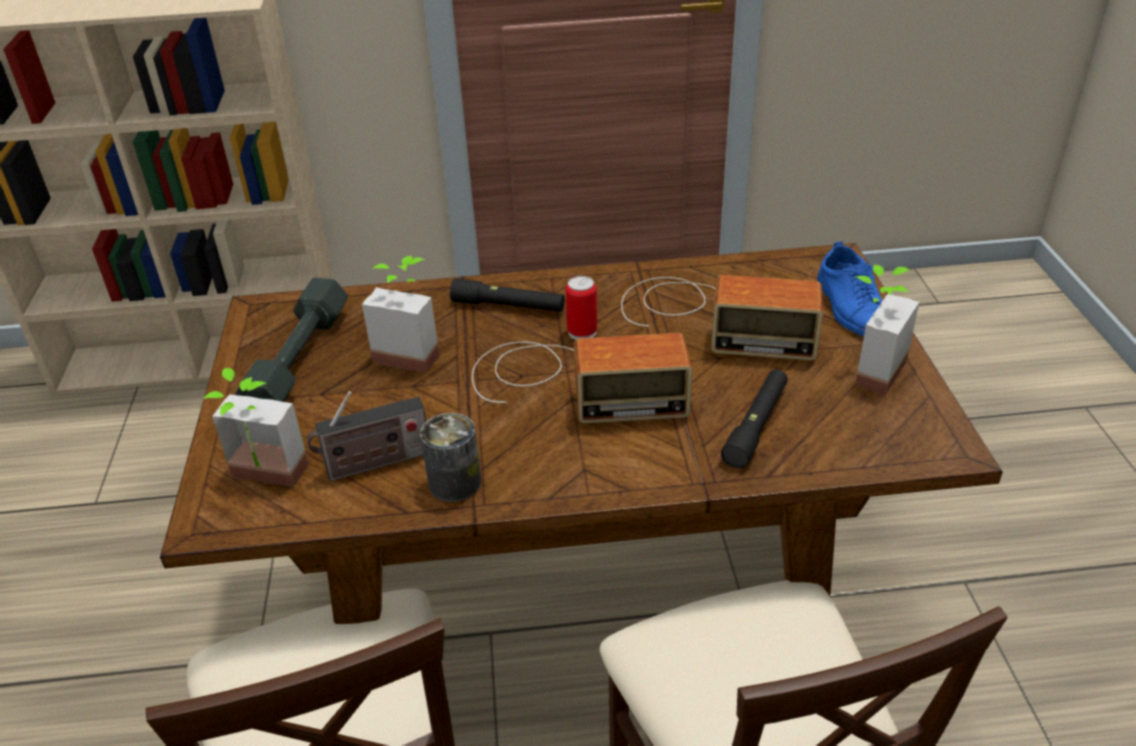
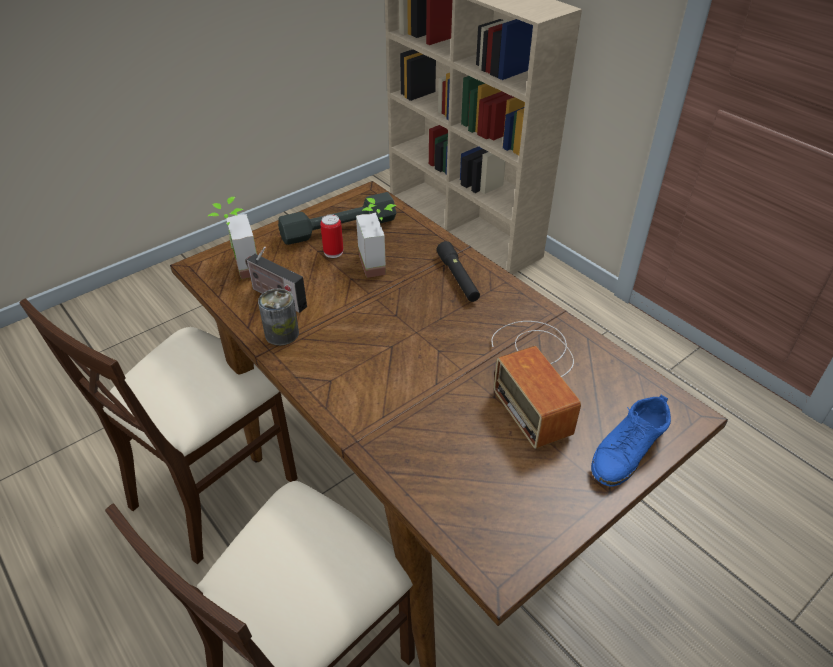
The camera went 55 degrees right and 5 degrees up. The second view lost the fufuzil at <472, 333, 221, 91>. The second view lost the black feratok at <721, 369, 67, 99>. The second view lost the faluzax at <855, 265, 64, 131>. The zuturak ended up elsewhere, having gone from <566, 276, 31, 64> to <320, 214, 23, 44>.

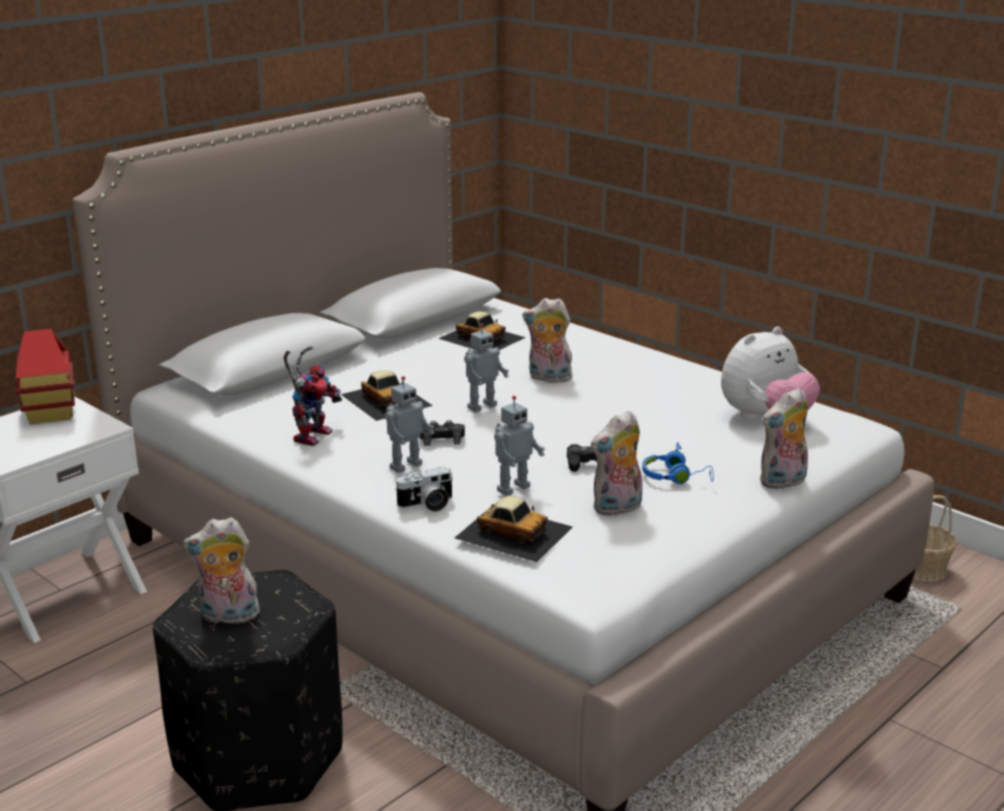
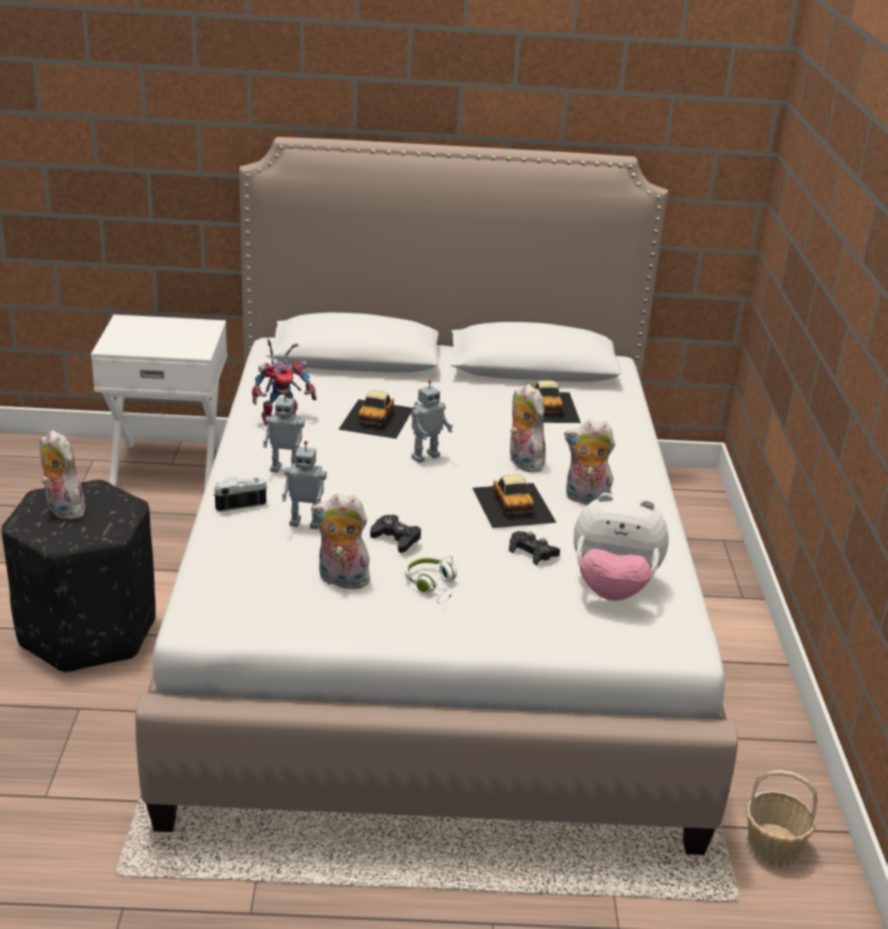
The camera went 45 degrees right and 5 degrees up. The second view lost the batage at <16, 329, 59, 95>. The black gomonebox ended up elsewhere, having gone from <420, 420, 45, 26> to <509, 531, 51, 34>. The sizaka ended up elsewhere, having gone from <455, 496, 118, 66> to <472, 474, 85, 54>. The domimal ended up elsewhere, having gone from <760, 388, 48, 101> to <564, 420, 51, 85>. What was the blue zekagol at <642, 442, 72, 42> turned into the white zekagol at <405, 555, 52, 49>. The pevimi at <395, 466, 58, 46> ended up facing another way, 135 degrees clockwise from before. The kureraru at <464, 323, 45, 89> ended up facing another way, 45 degrees counterclockwise from before.

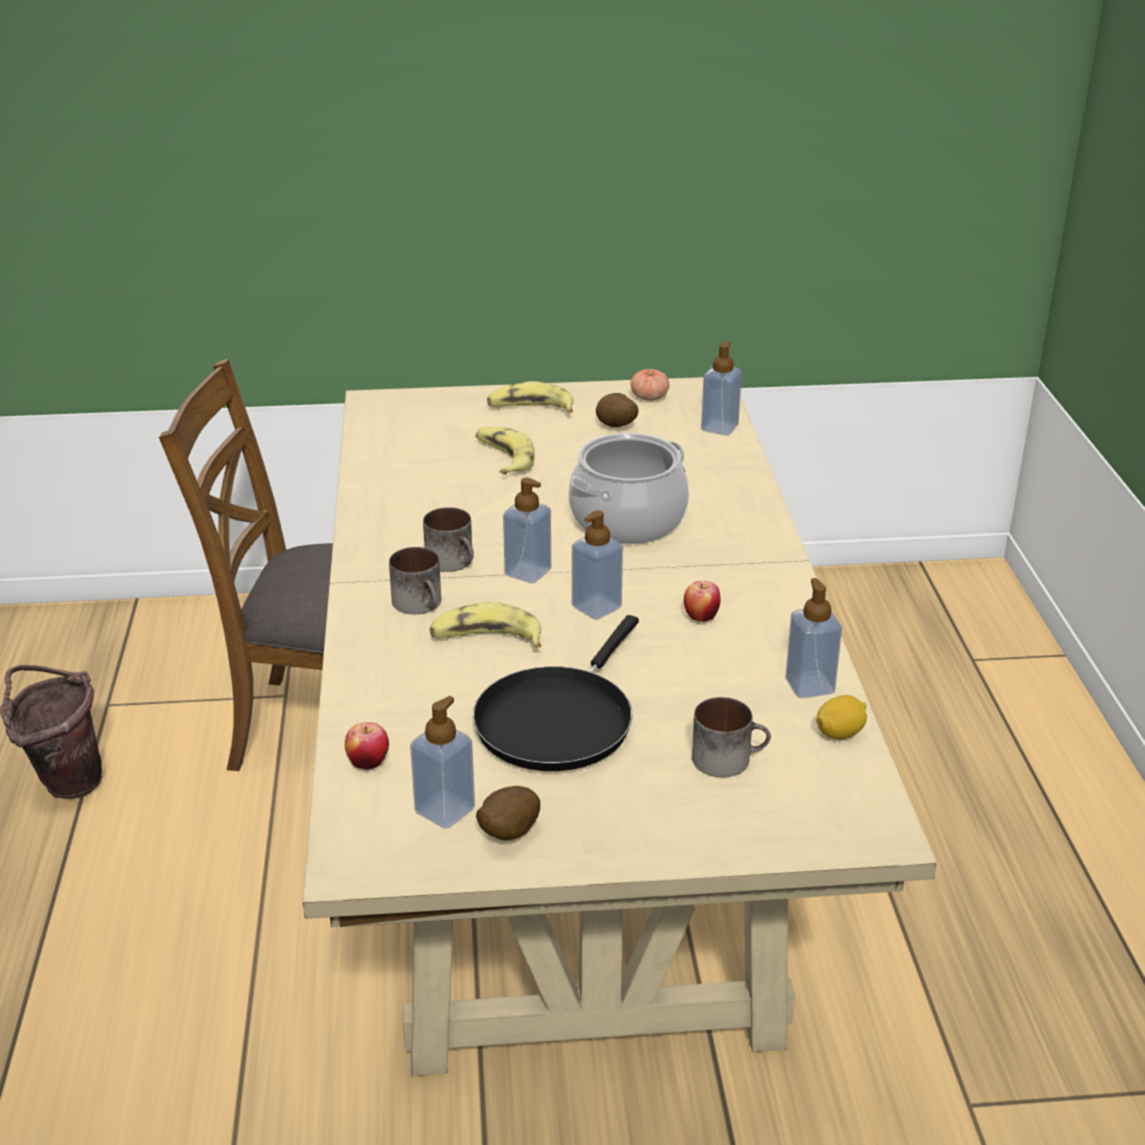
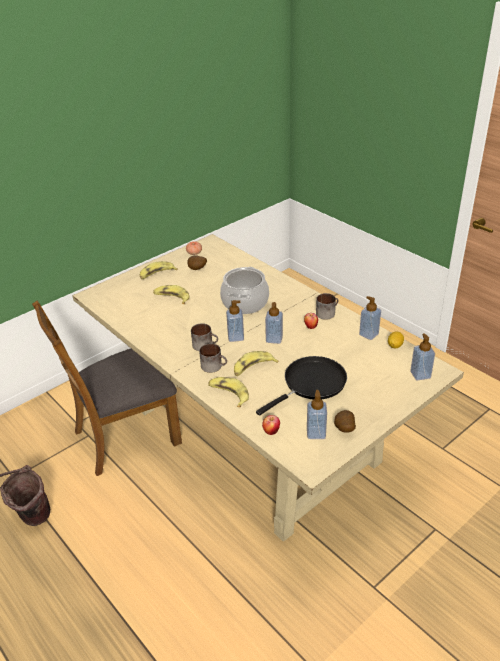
The camera went 35 degrees left and 5 degrees up. The second view gained the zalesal at <208, 377, 41, 30>. The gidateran ended up elsewhere, having gone from <692, 697, 79, 80> to <316, 293, 22, 27>. The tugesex ended up elsewhere, having gone from <701, 341, 41, 94> to <410, 333, 25, 47>. The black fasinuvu at <472, 615, 167, 156> ended up facing another way, 120 degrees counterclockwise from before.

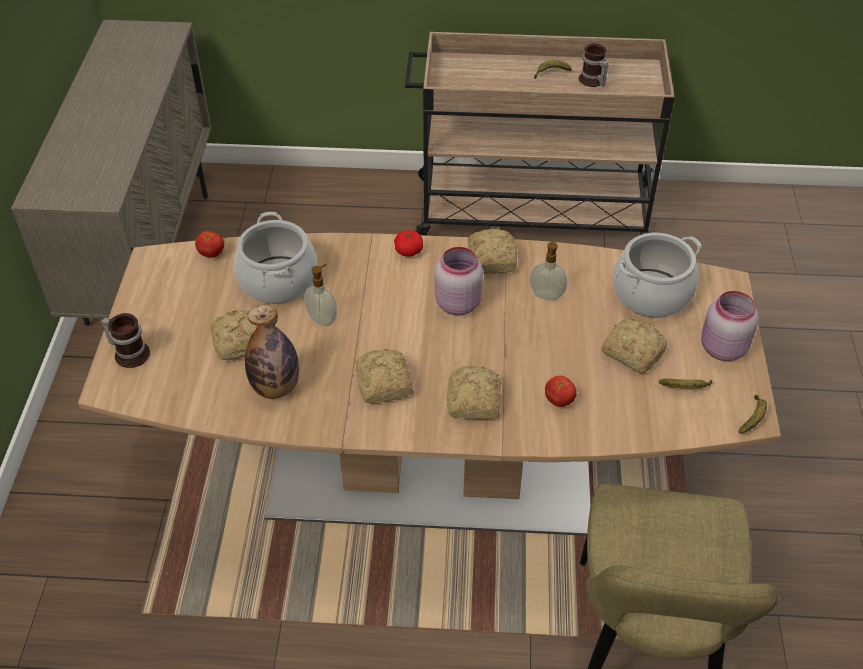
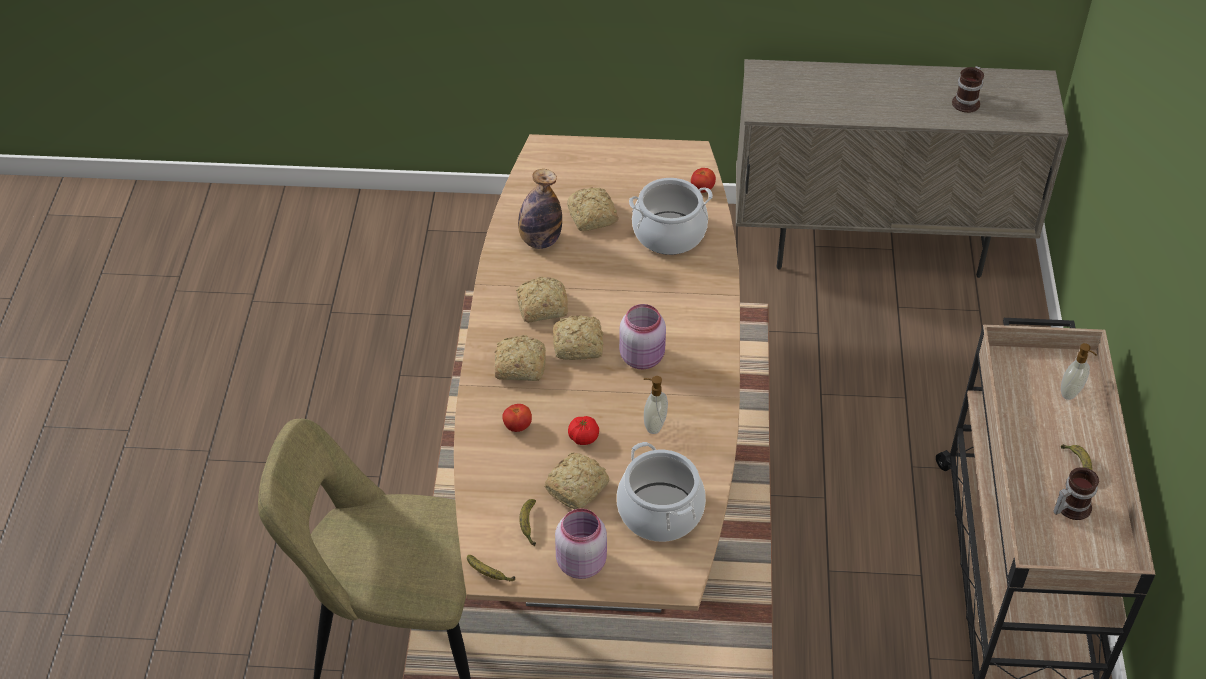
The camera went 90 degrees right and 0 degrees up. The gidateran ended up elsewhere, having gone from <101, 313, 49, 55> to <952, 66, 32, 47>. The tugesex ended up elsewhere, having gone from <304, 264, 33, 62> to <1061, 343, 36, 57>. The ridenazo ended up elsewhere, having gone from <394, 230, 29, 27> to <568, 416, 31, 29>. The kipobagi ended up elsewhere, having gone from <468, 228, 50, 46> to <553, 315, 51, 45>.

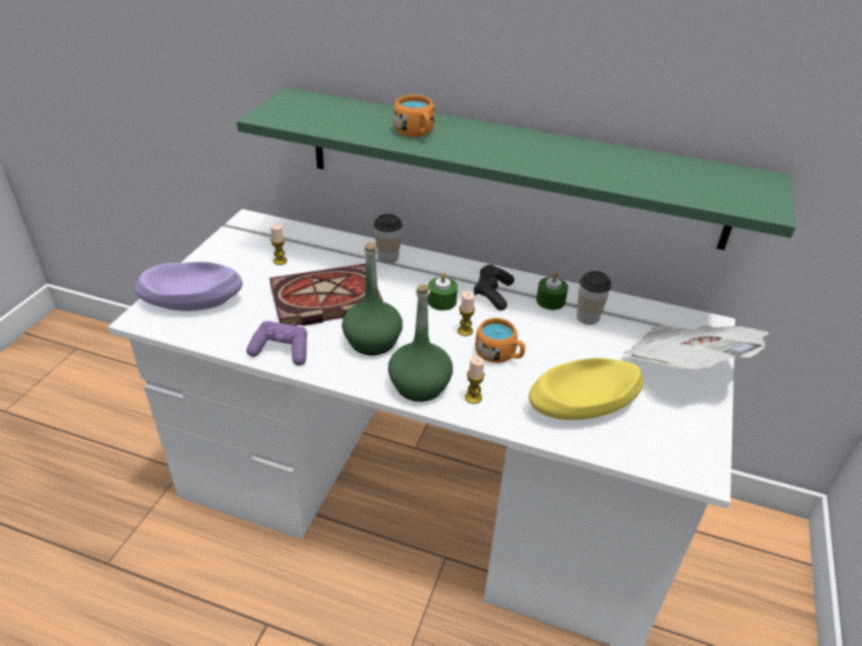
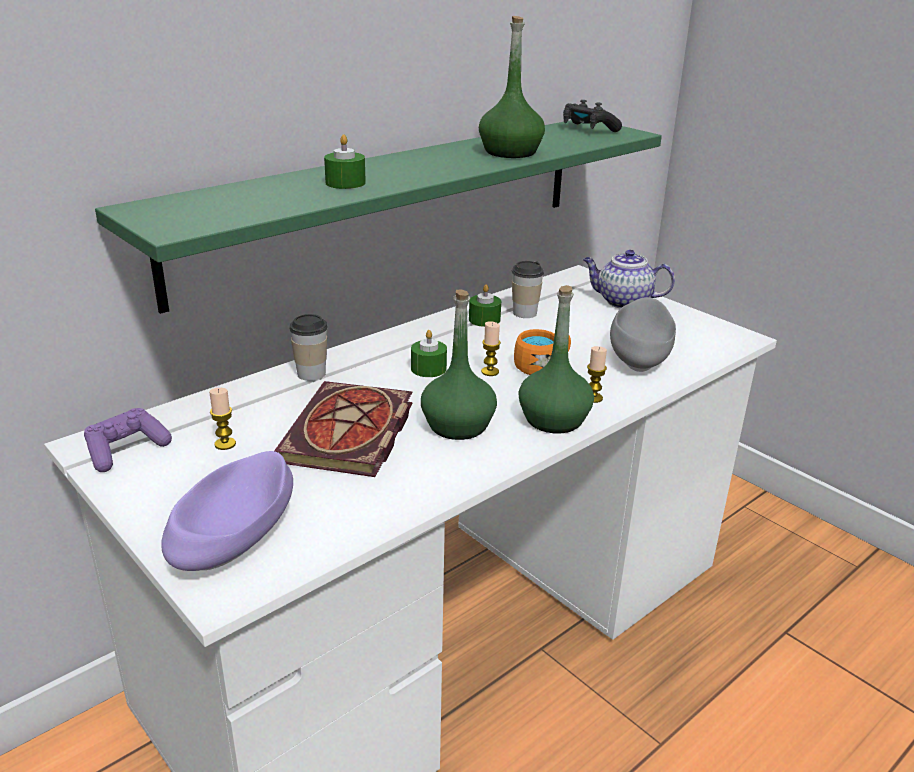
The camera went 60 degrees left and 10 degrees down. The second view gained the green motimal at <479, 16, 66, 142>. The purple gomonebox ended up elsewhere, having gone from <246, 321, 61, 45> to <84, 408, 88, 64>. The black gomonebox ended up elsewhere, having gone from <474, 265, 40, 46> to <563, 100, 59, 32>. Where the orange gidateran stood at <393, 95, 42, 42>, the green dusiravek came to stand at <324, 134, 42, 55>. Where the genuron stood at <624, 325, 145, 44>, the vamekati came to stand at <583, 250, 92, 59>. What was the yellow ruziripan at <529, 358, 114, 62> turned into the grey ruziripan at <610, 297, 66, 75>.

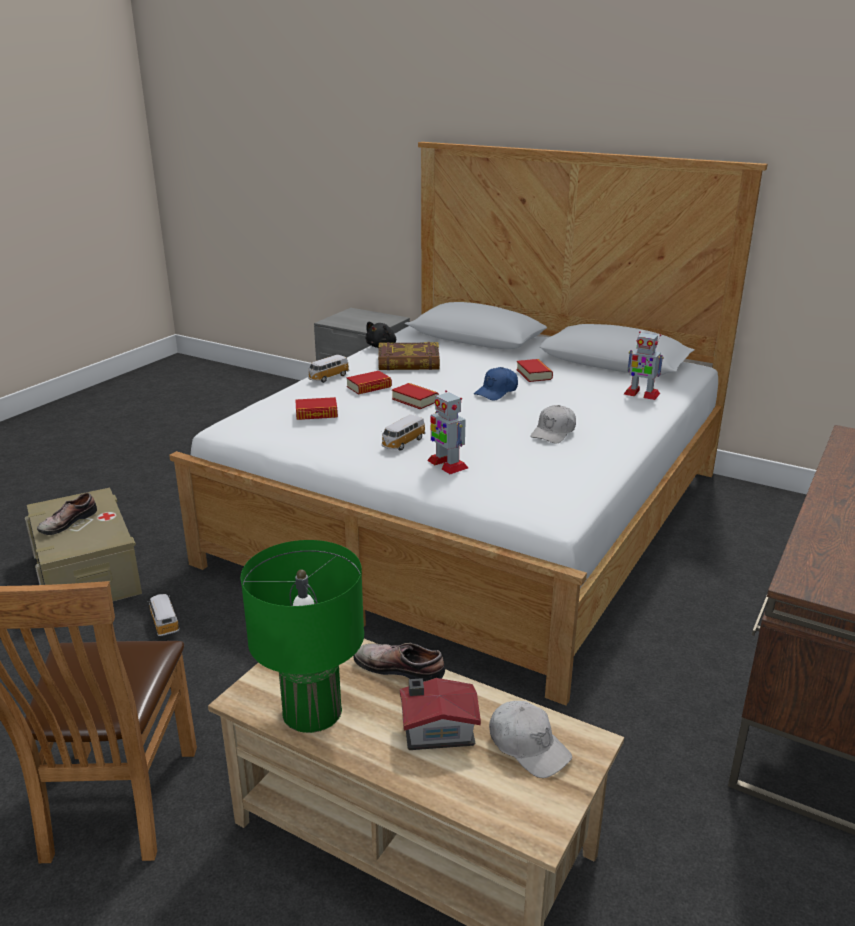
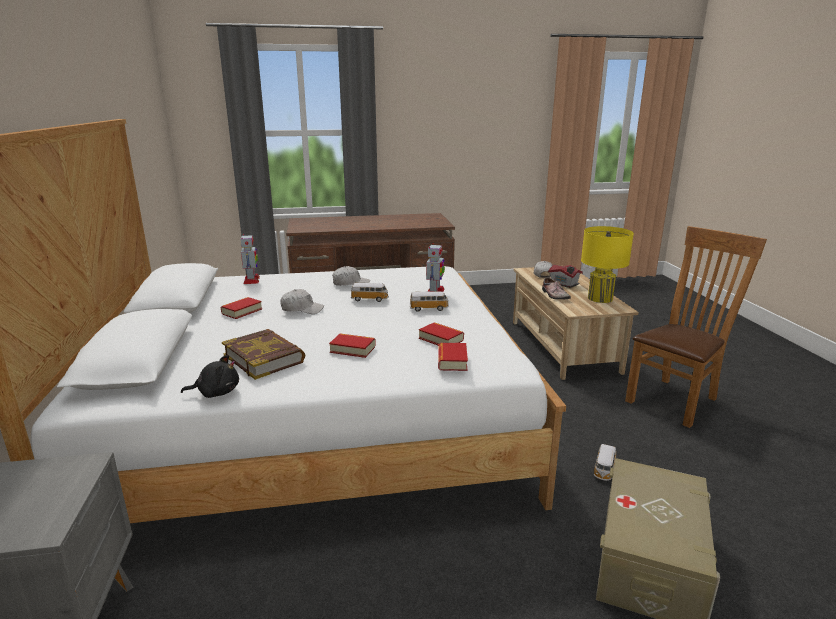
The camera went 130 degrees left and 5 degrees down. The second view lost the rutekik at <37, 492, 60, 43>. The sizaka ended up elsewhere, having gone from <308, 355, 41, 28> to <351, 283, 38, 19>. The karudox ended up elsewhere, having gone from <392, 383, 47, 26> to <438, 343, 30, 28>. What was the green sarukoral at <241, 540, 123, 193> turned into the yellow sarukoral at <581, 226, 53, 77>. What was the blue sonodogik at <474, 367, 44, 34> turned into the white sonodogik at <281, 289, 43, 25>.

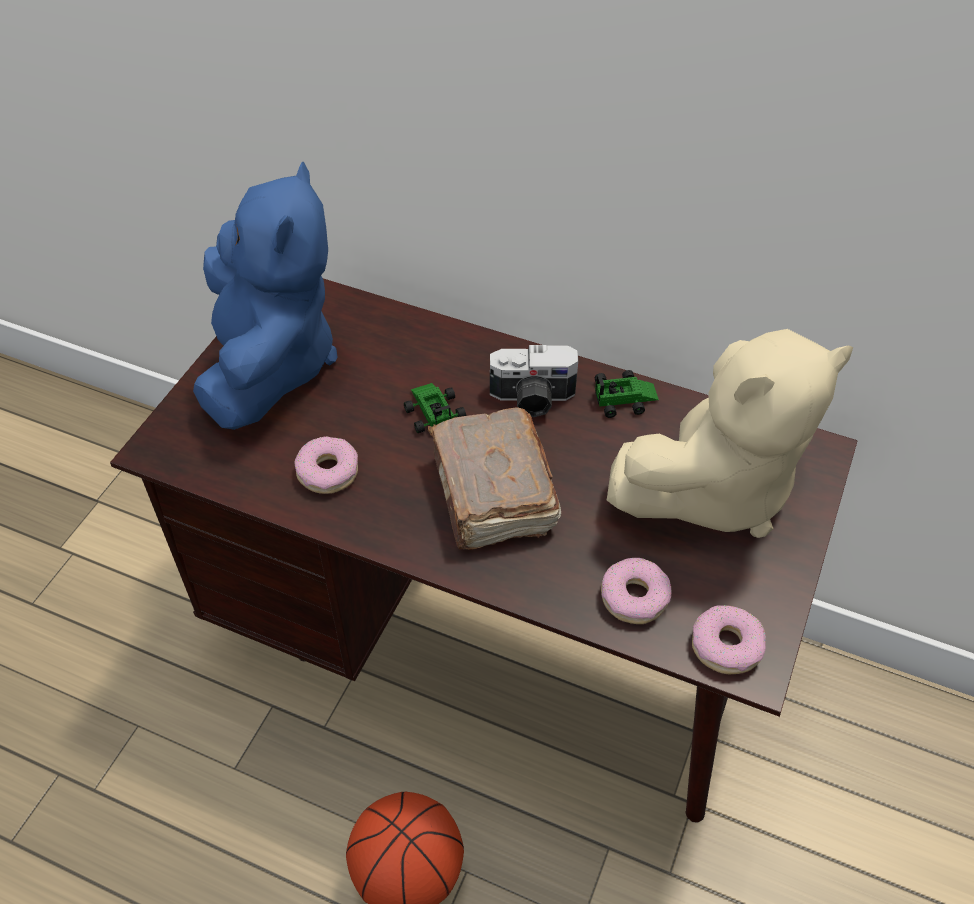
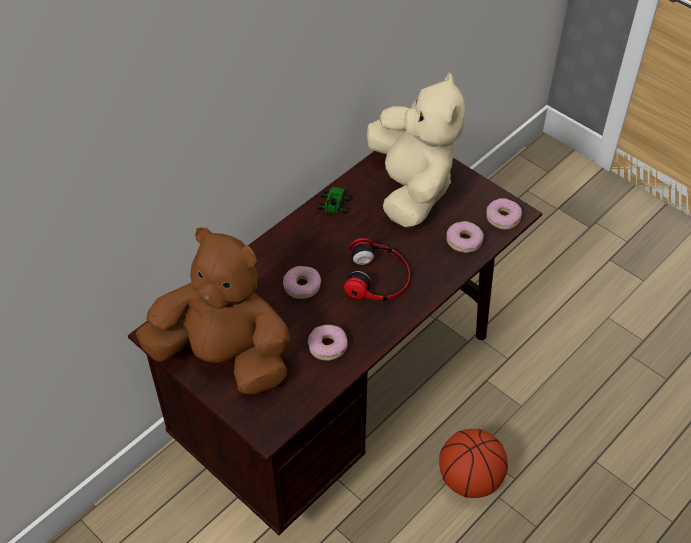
The camera went 70 degrees left and 0 degrees up. The second view lost the pevimi at <490, 345, 88, 72>. Where the sizaka stood at <404, 383, 62, 50>, the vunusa came to stand at <283, 266, 38, 33>. Where the brown karudox stood at <428, 407, 133, 143>, the zekagol came to stand at <344, 238, 66, 63>. What was the blue domimal at <193, 162, 145, 268> turned into the brown domimal at <136, 227, 154, 167>.

